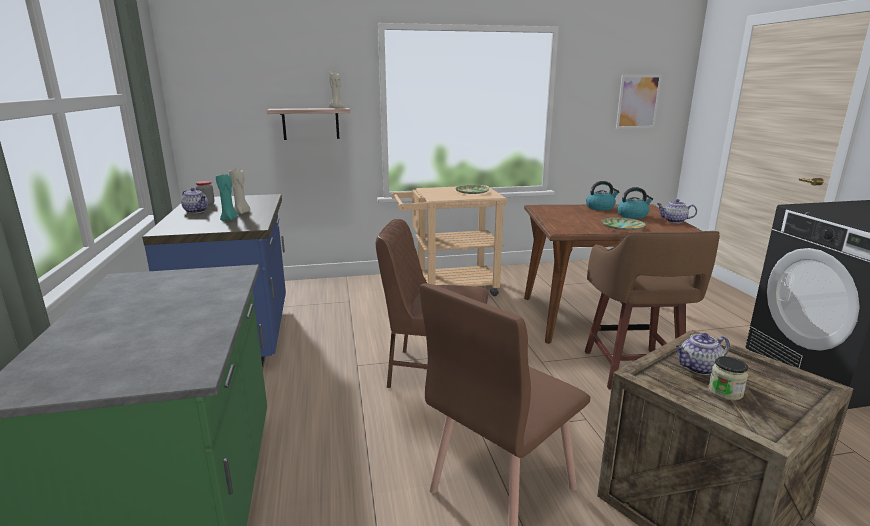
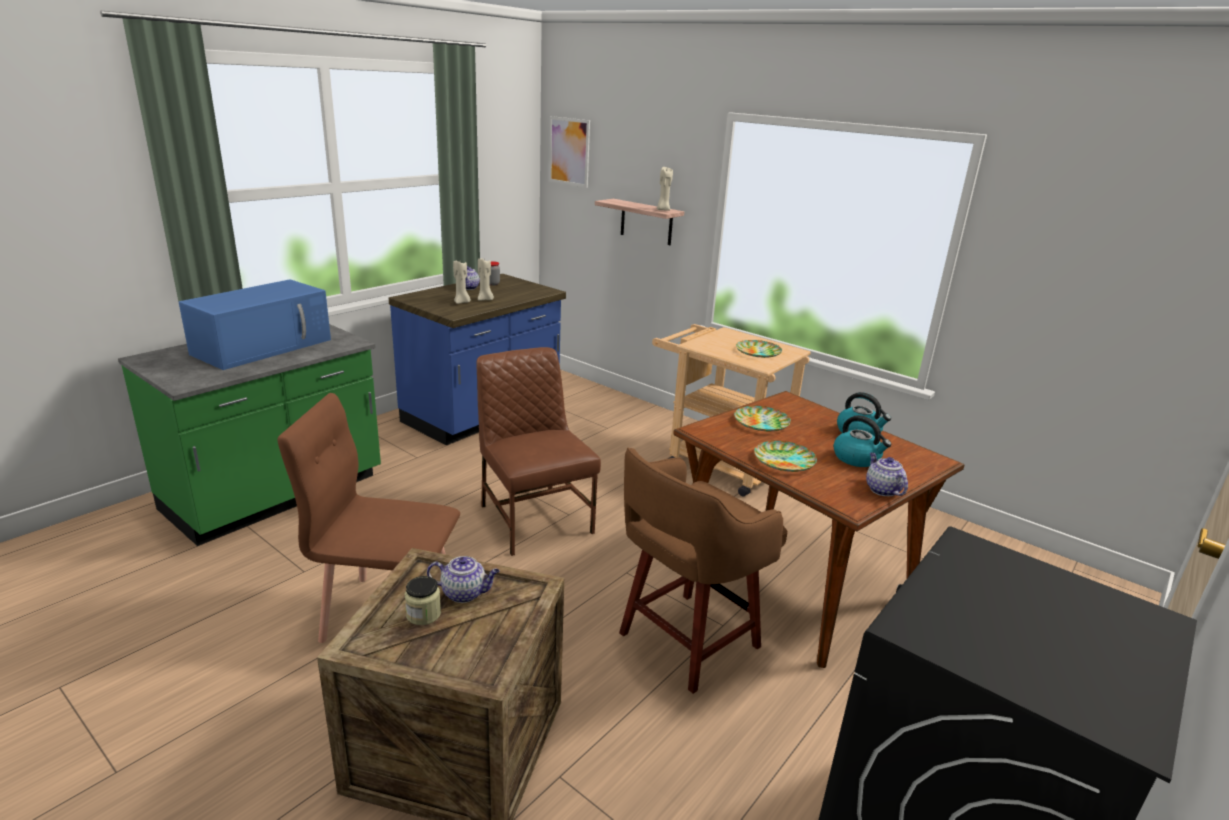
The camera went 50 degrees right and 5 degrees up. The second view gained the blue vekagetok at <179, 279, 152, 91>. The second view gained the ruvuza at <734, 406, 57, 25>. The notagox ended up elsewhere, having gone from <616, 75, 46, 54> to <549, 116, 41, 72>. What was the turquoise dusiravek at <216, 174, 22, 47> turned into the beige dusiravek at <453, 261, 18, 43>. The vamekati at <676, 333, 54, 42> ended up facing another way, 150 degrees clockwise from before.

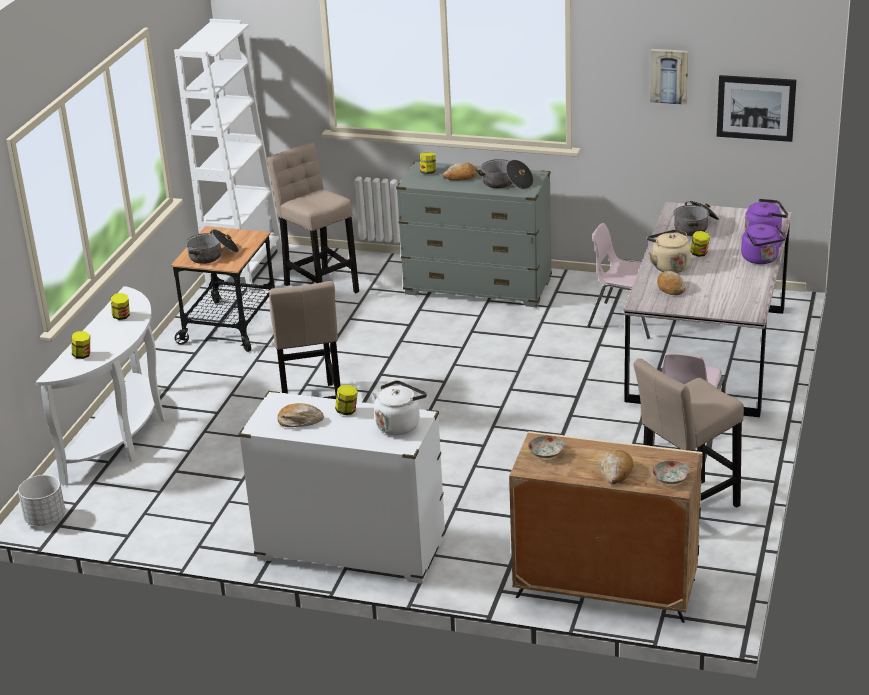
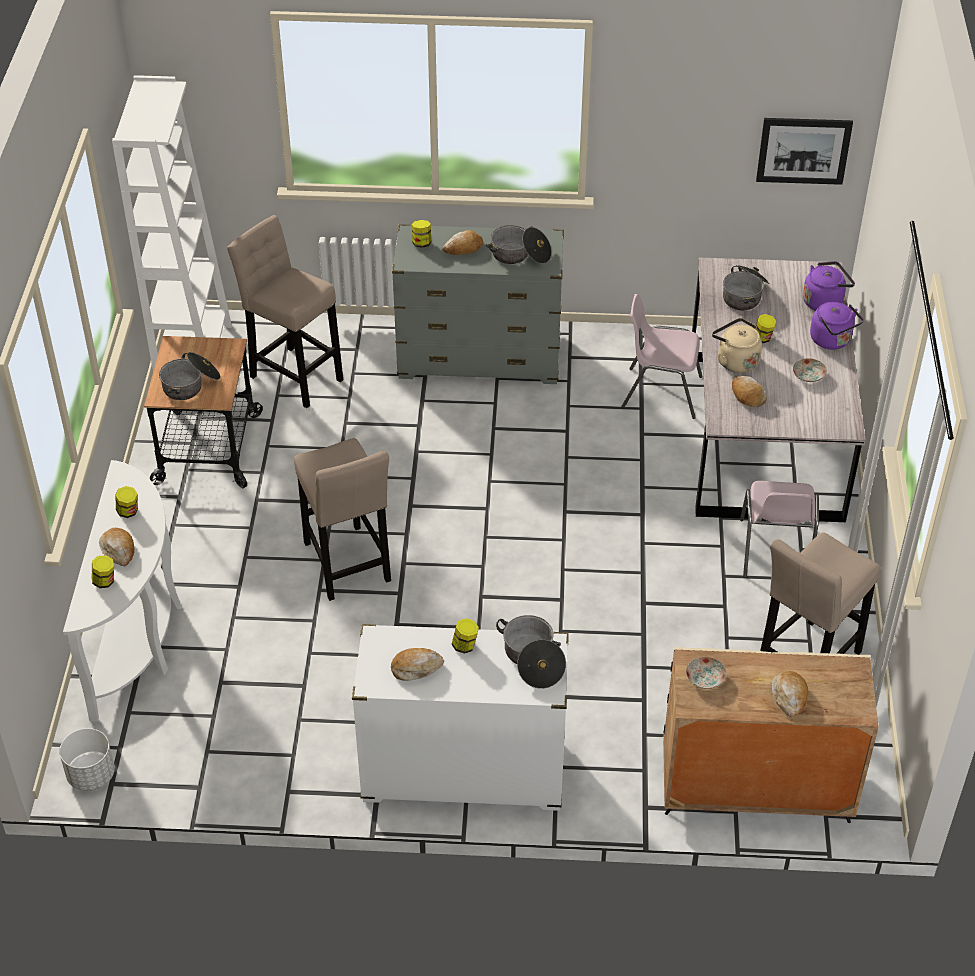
The camera went 15 degrees left and 15 degrees up. The second view lost the notagox at <650, 49, 39, 56>. The second view gained the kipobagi at <99, 528, 36, 38>. The ruvuza ended up elsewhere, having gone from <652, 461, 38, 23> to <793, 358, 34, 24>. Where the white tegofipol stood at <372, 380, 55, 55>, the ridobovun came to stand at <496, 615, 70, 74>.

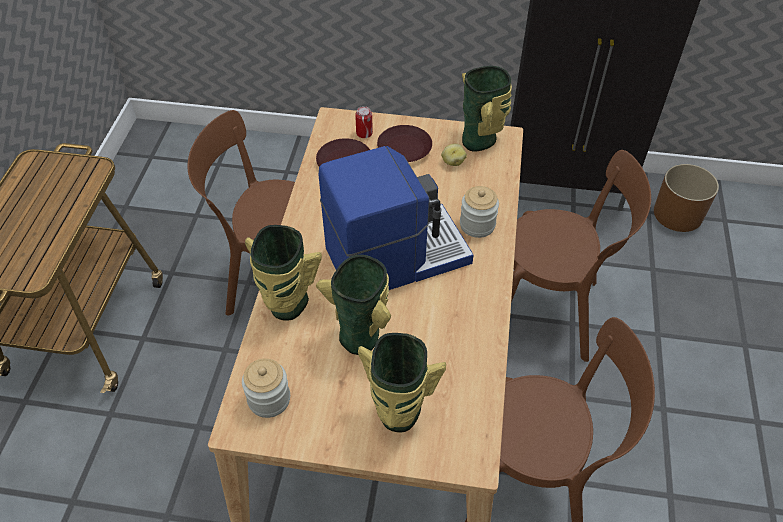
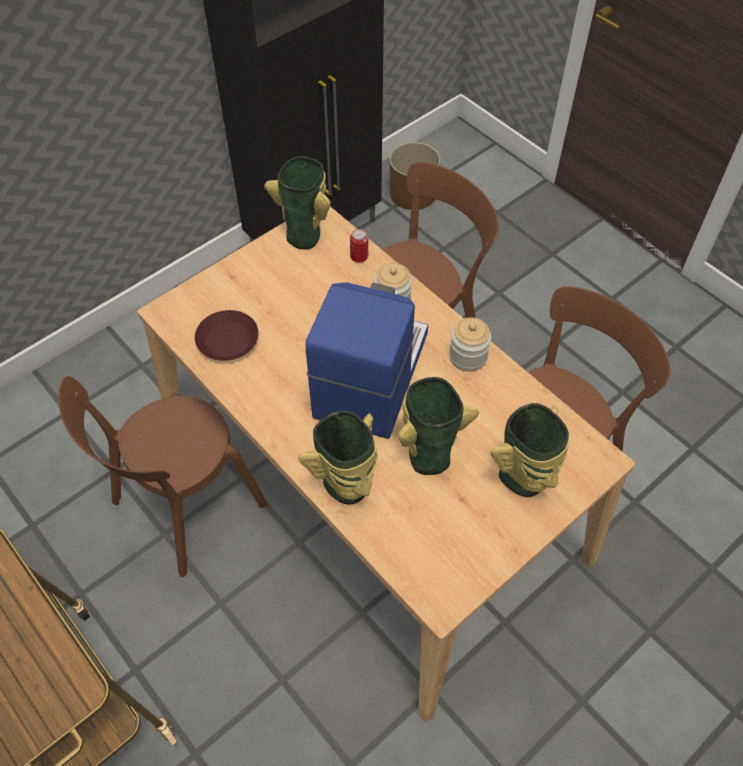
The camera went 50 degrees left and 5 degrees up. The second view lost the brown ruvuza at <377, 125, 55, 37>. The second view lost the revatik at <441, 144, 26, 22>. The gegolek ended up elsewhere, having gone from <242, 358, 48, 60> to <449, 317, 42, 55>. The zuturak ended up elsewhere, having gone from <355, 106, 18, 32> to <350, 229, 18, 34>.

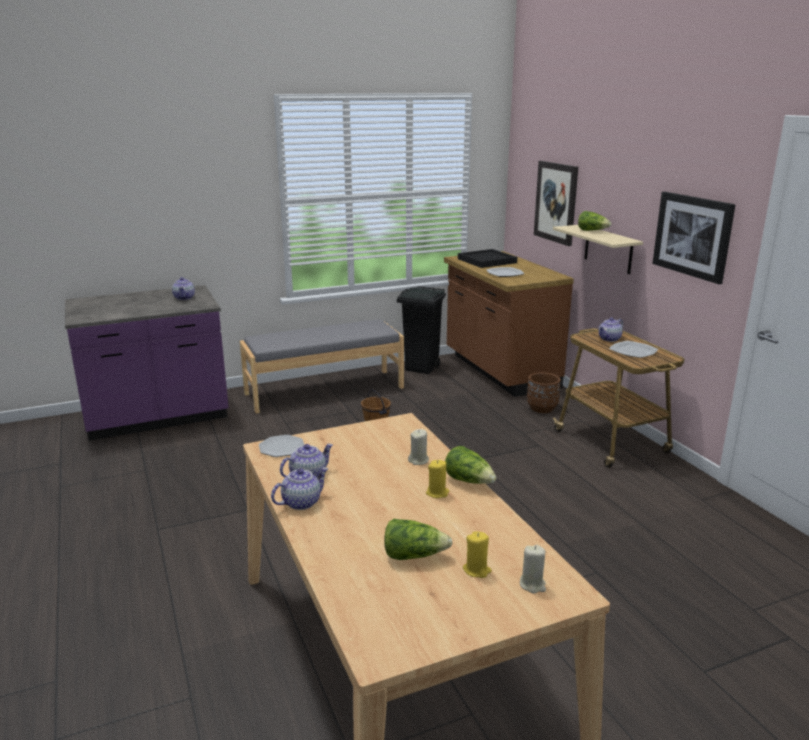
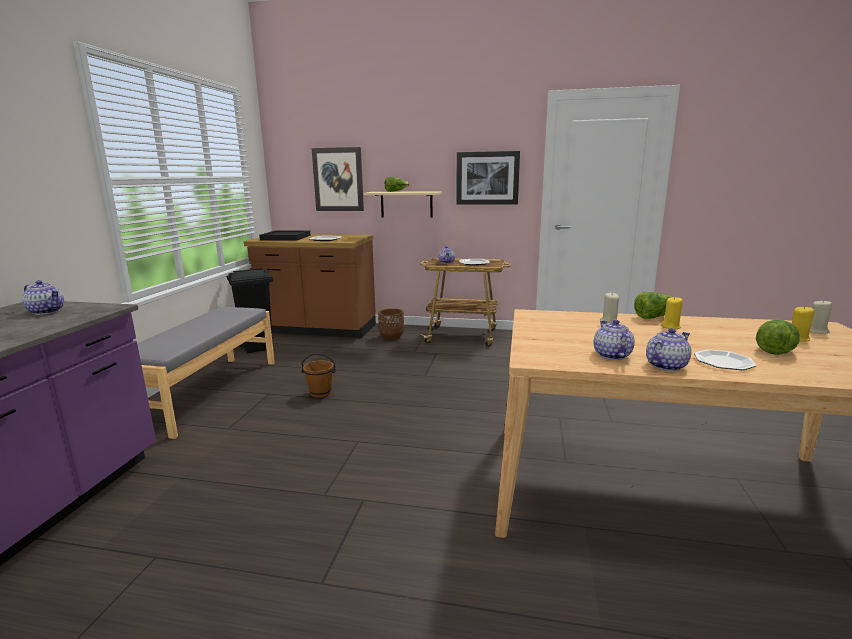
The camera went 55 degrees left and 5 degrees down. The ruvuza ended up elsewhere, having gone from <259, 435, 45, 22> to <694, 349, 63, 21>. The vamekati at <271, 467, 57, 43> ended up facing another way, 60 degrees clockwise from before.

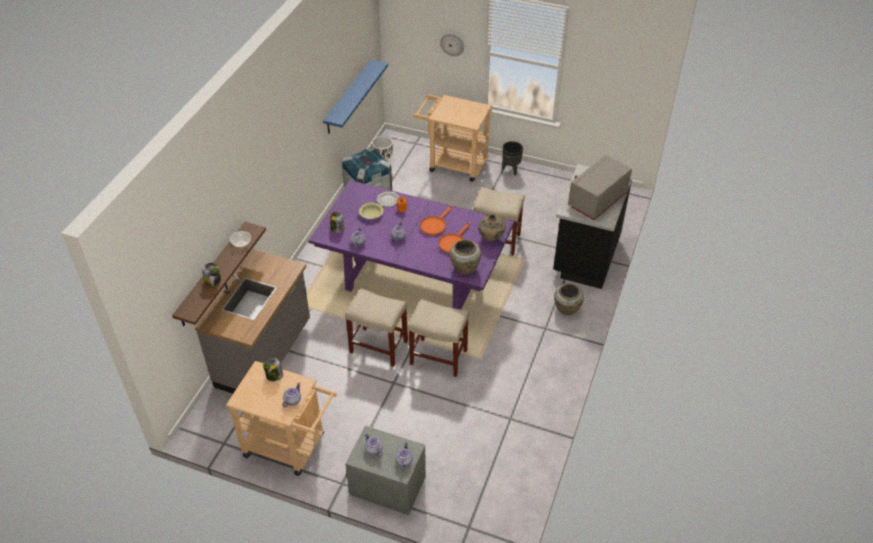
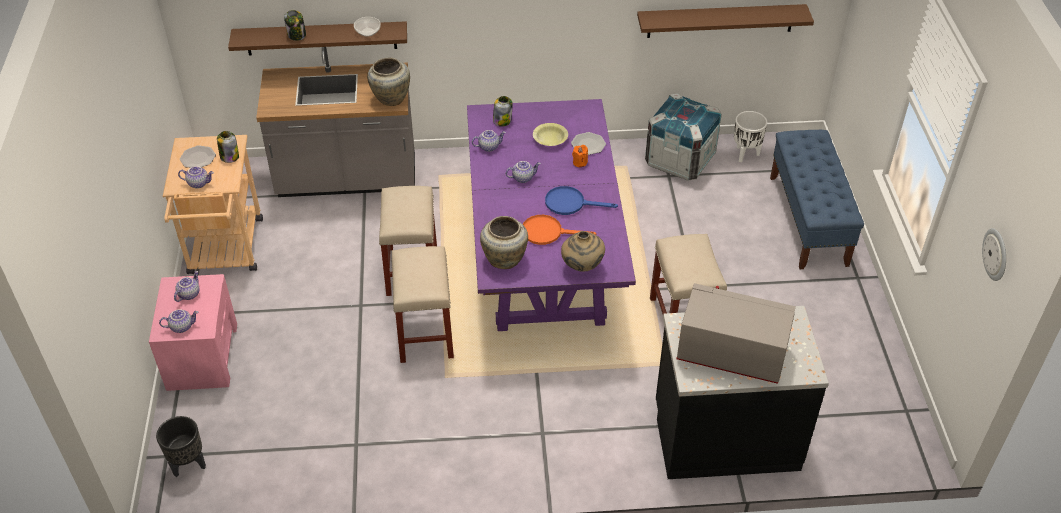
The camera went 65 degrees right and 0 degrees up. The second view gained the ruvuza at <180, 145, 36, 23>. The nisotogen ended up elsewhere, having gone from <440, 33, 24, 23> to <982, 228, 24, 53>. The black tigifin ended up elsewhere, having gone from <502, 141, 21, 35> to <156, 416, 50, 61>. The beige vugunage ended up elsewhere, having gone from <554, 284, 30, 31> to <367, 58, 43, 48>. Where the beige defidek stood at <413, 95, 79, 87>, the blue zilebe came to stand at <770, 130, 94, 139>. What was the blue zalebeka at <323, 60, 65, 74> turned into the brown zalebeka at <637, 4, 177, 34>. What was the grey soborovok at <345, 426, 81, 89> turned into the pink soborovok at <149, 274, 88, 117>. What was the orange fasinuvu at <420, 206, 33, 29> turned into the blue fasinuvu at <545, 186, 73, 29>.

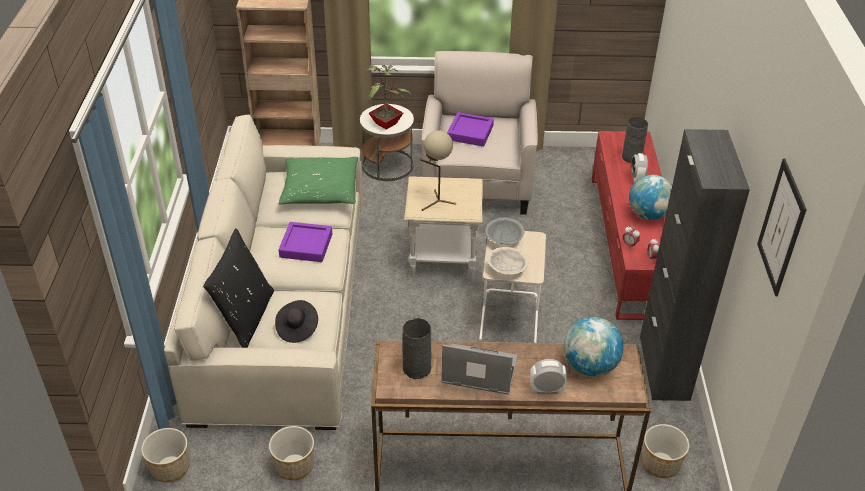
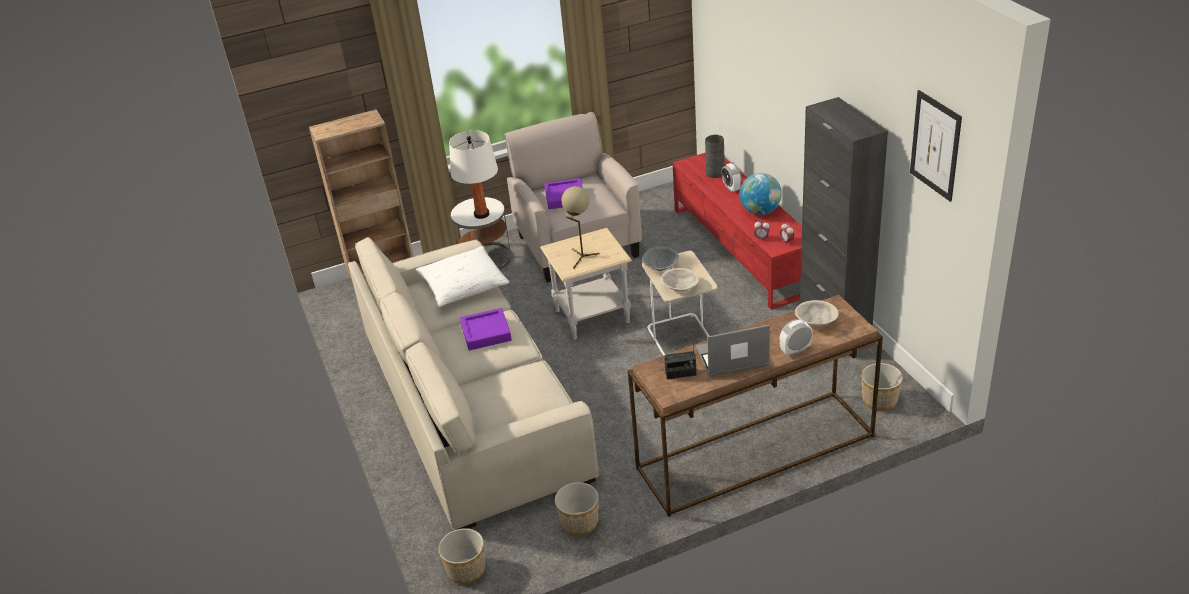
The camera went 20 degrees left and 5 degrees down. The second view lost the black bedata at <203, 228, 71, 120>. The second view lost the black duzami at <275, 300, 43, 43>. Where the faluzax stood at <365, 65, 48, 65>, the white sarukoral came to stand at <449, 130, 49, 89>. Where the grey vugunage stood at <402, 318, 29, 61>, the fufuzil came to stand at <664, 342, 33, 37>. Where the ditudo stood at <564, 317, 60, 59>, the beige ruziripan came to stand at <795, 300, 44, 27>. What was the green bedata at <279, 157, 79, 47> turned into the white bedata at <415, 246, 95, 61>.

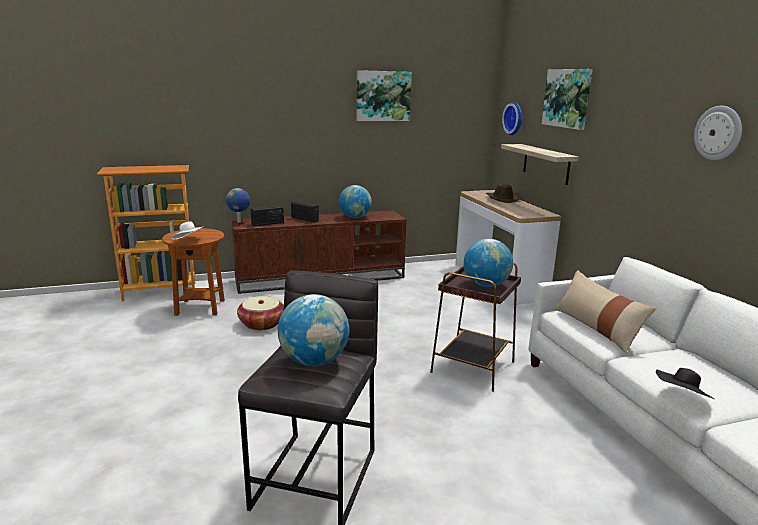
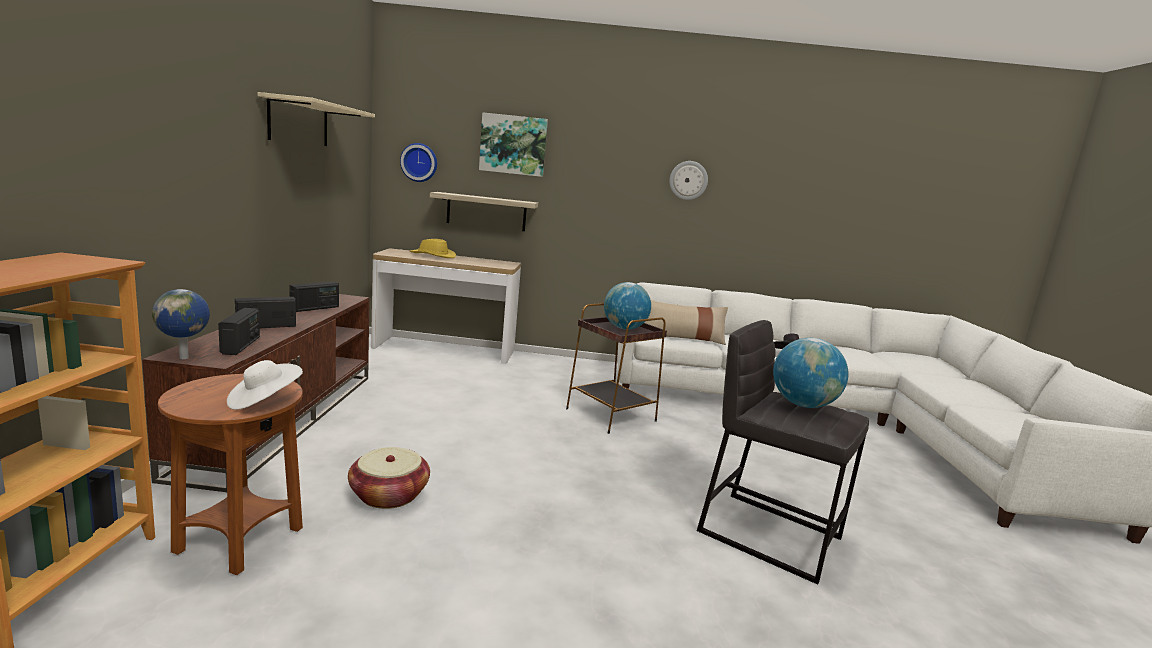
The camera went 70 degrees left and 5 degrees down. Where the ditudo stood at <339, 185, 33, 33>, the fufuzil came to stand at <289, 281, 50, 31>. Where the notagox hung at <357, 70, 55, 51>, the beige zalebeka came to hang at <258, 92, 117, 54>. What was the brown duzami at <486, 185, 35, 18> turned into the yellow duzami at <409, 239, 47, 19>.

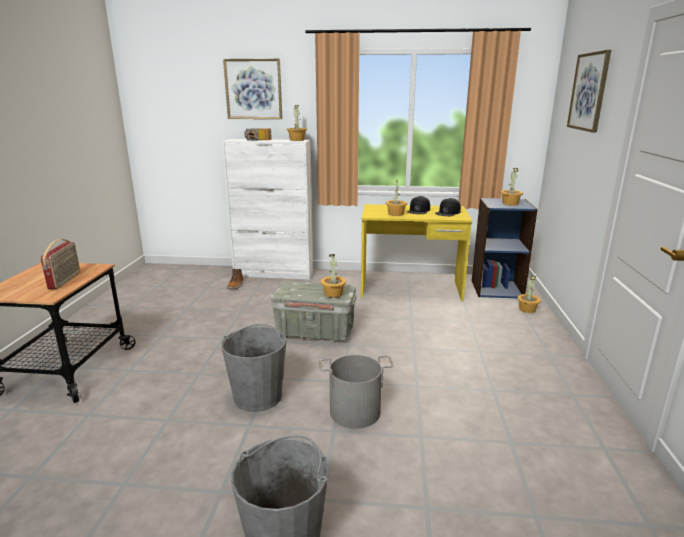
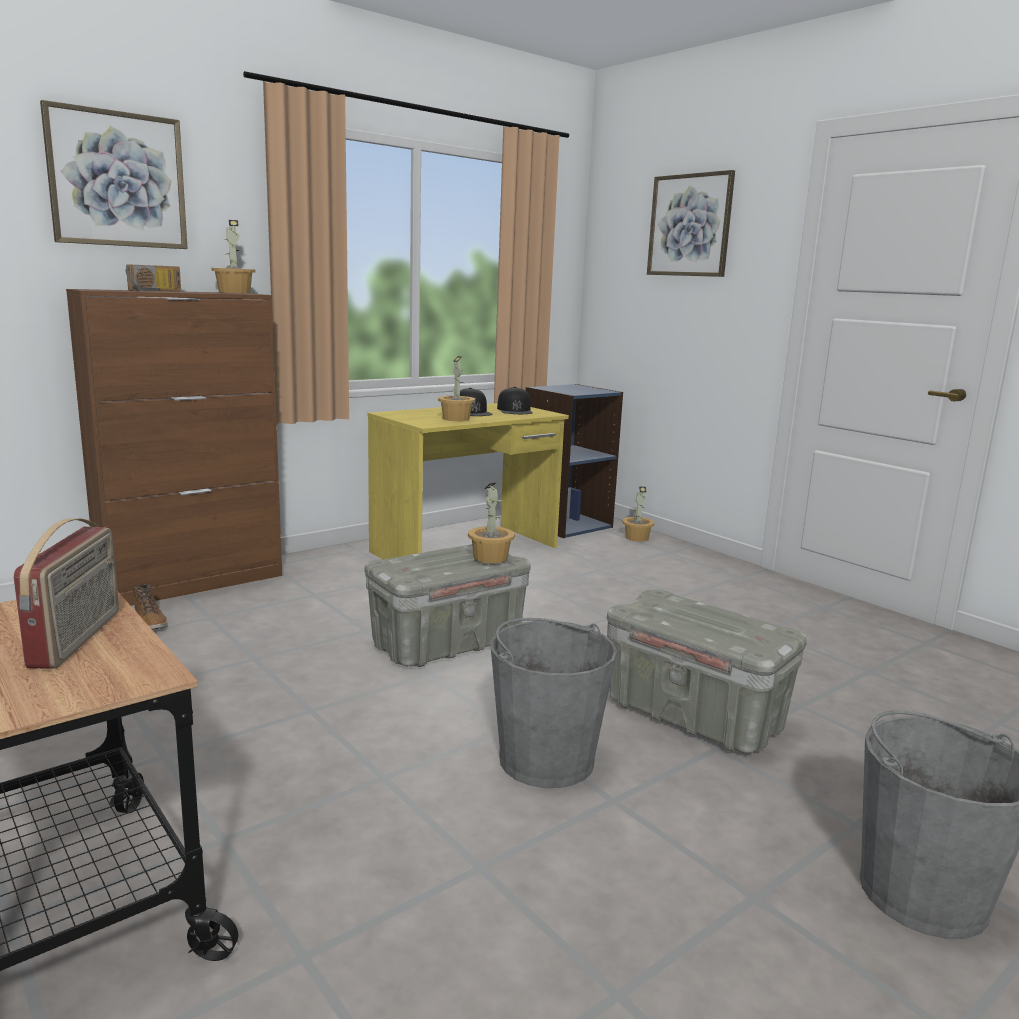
The camera went 45 degrees left and 5 degrees down. The second view lost the faluzax at <501, 168, 22, 37>. Where the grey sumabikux stood at <319, 355, 74, 74>, the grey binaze came to stand at <607, 589, 200, 164>. What was the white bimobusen at <222, 139, 91, 140> turned into the brown bimobusen at <66, 289, 216, 317>. The fufuzil at <41, 239, 39, 50> ended up facing another way, 45 degrees clockwise from before.

